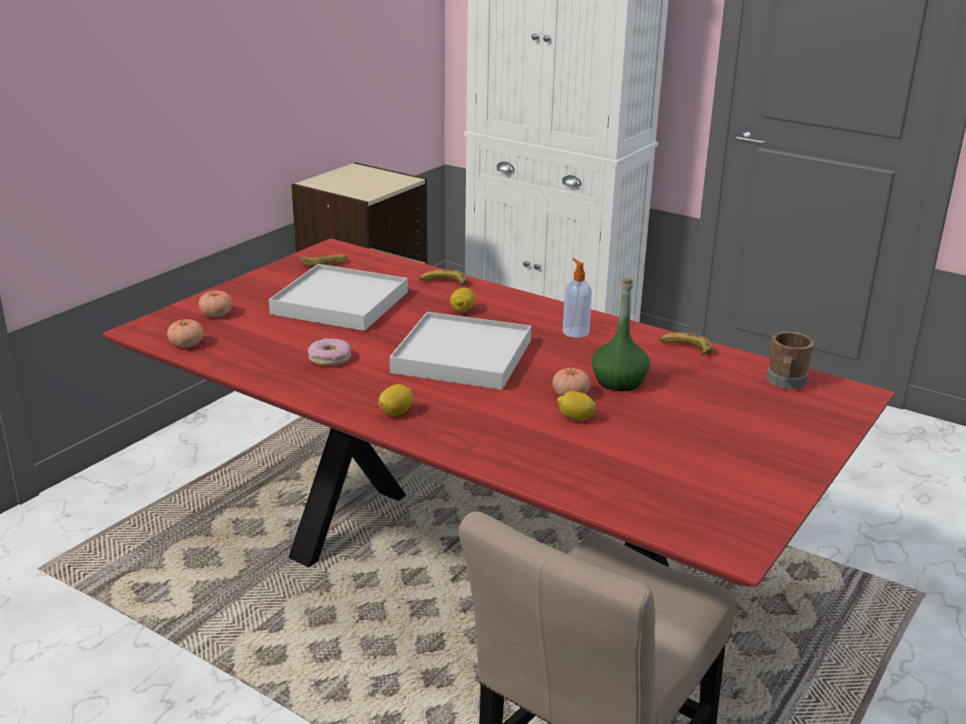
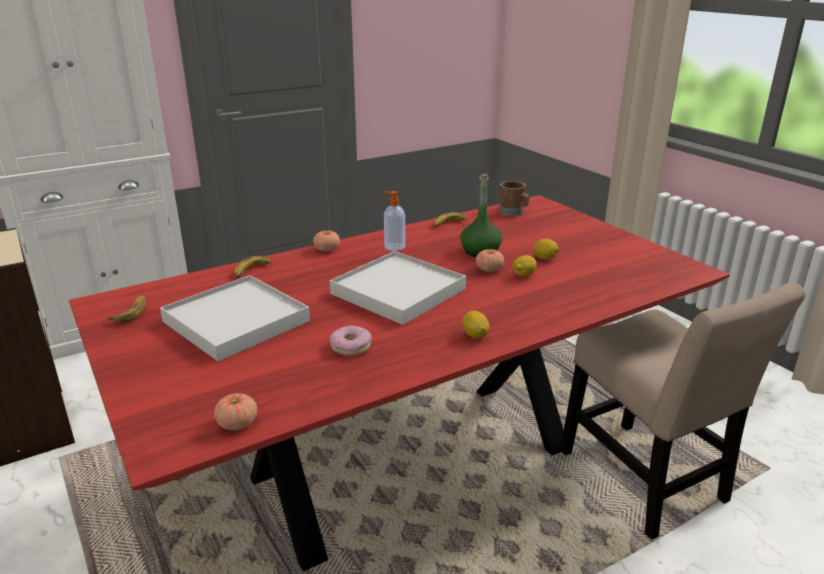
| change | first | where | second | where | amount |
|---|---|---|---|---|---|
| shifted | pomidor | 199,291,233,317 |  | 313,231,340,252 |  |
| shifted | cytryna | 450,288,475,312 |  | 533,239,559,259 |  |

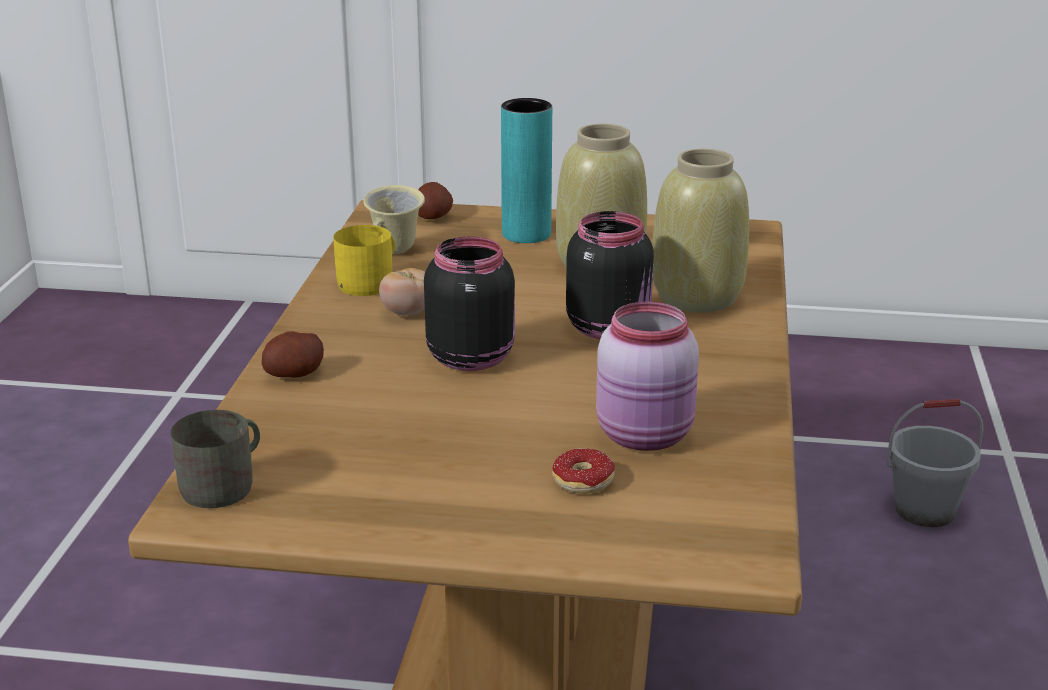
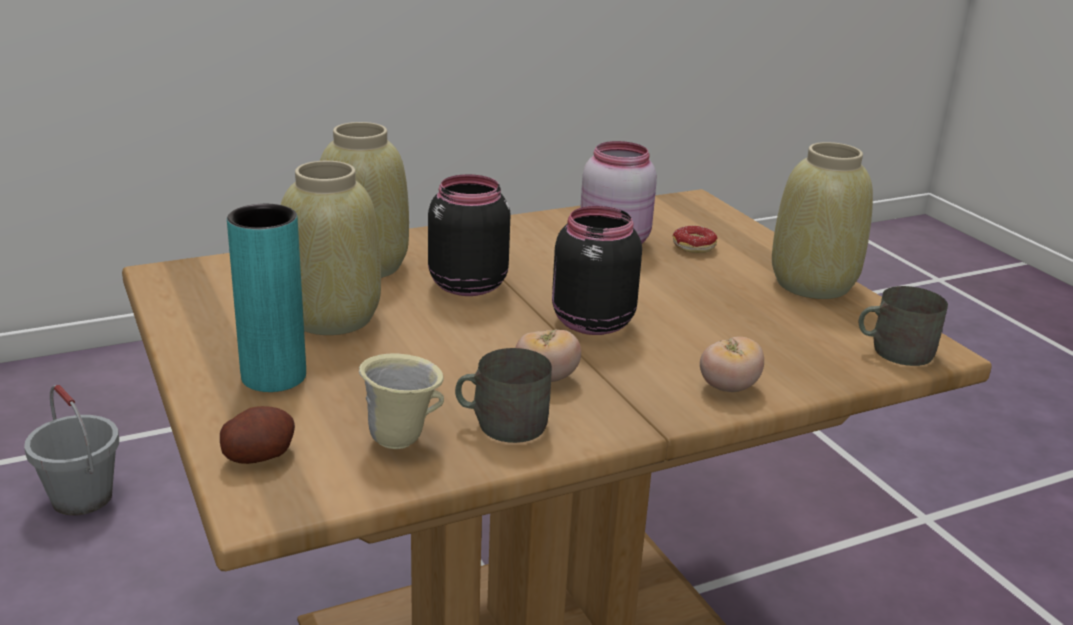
| change | first | where | second | where | amount |
|---|---|---|---|---|---|
| repainted | kubek [żółty] | 333,225,395,296 | kubek [szary] | 455,348,552,443 |  |
| swapped | ziemniak | 262,331,324,378 | pomidor | 700,337,764,392 |  |
| new |  |  | wazon [beżowy] | 772,142,873,299 |  |

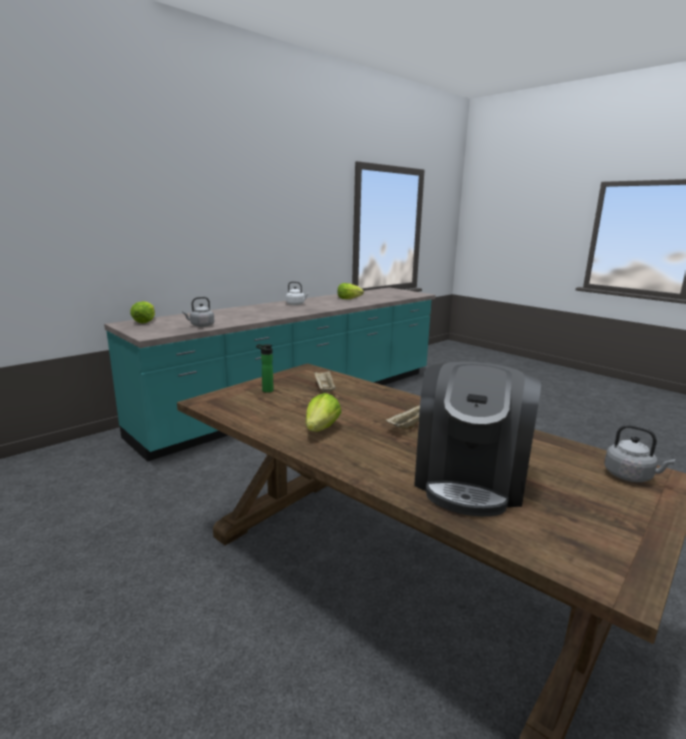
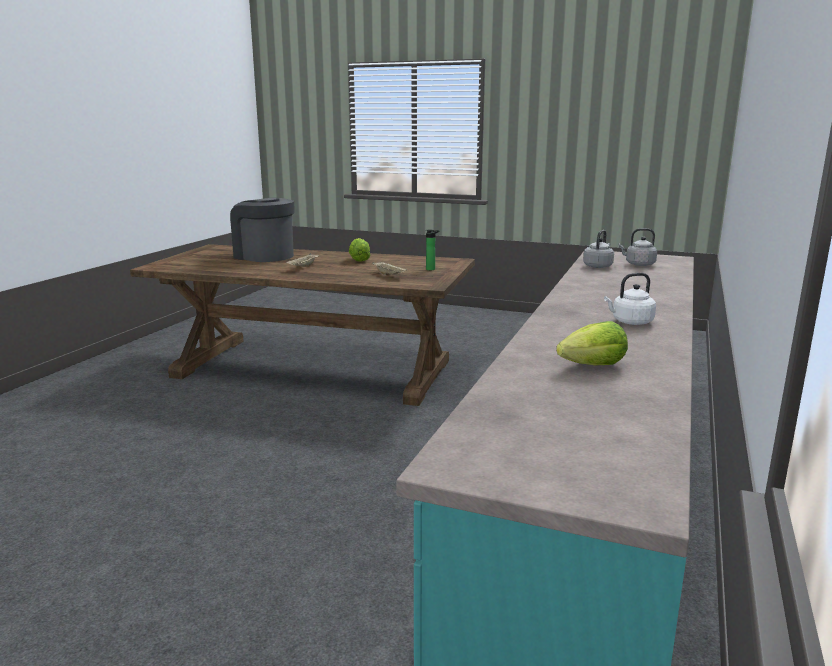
| change | first | where | second | where | amount |
|---|---|---|---|---|---|
| rotated | ekspres do kawy | 414,362,541,516 |  | 230,198,294,262 | 45 degrees counterclockwise |
| shifted | czajnik [szary] | 604,425,675,482 |  | 618,228,657,266 |  |
| gone | sałata | 130,301,155,323 |  |  |  |

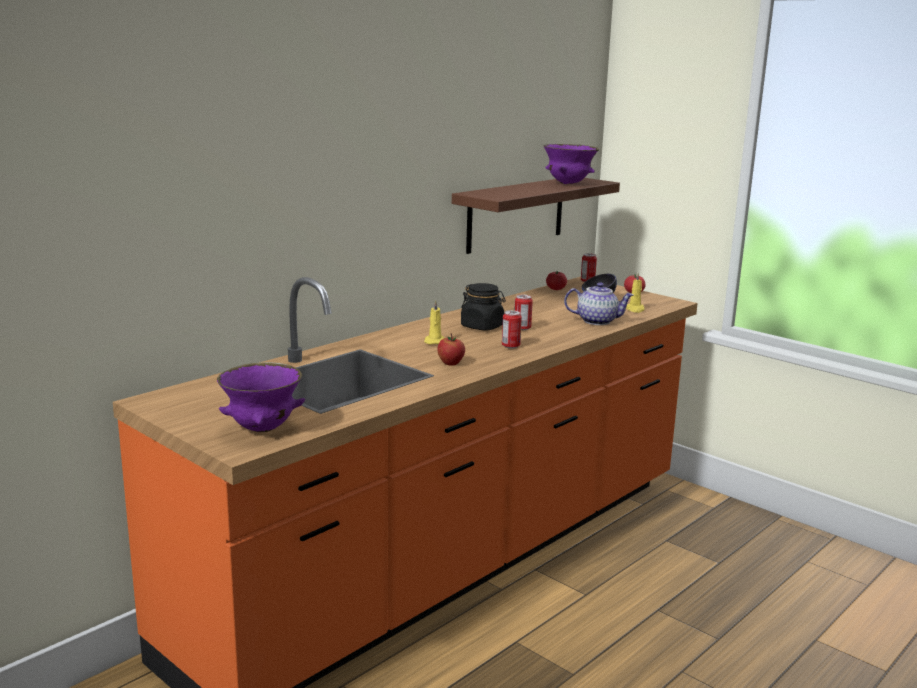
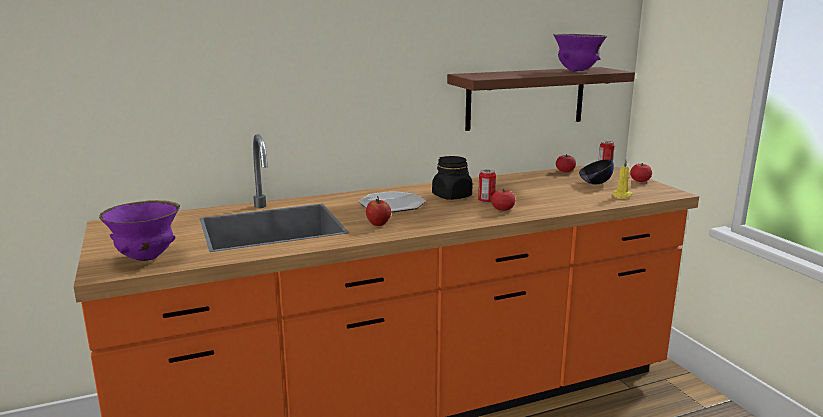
| change | first | where | second | where | amount |
|---|---|---|---|---|---|
| swapped | świeca [żółty] | 424,301,445,345 | talerz | 359,191,426,212 |  |
| new |  |  | pomidor | 491,189,515,211 |  |
| gone | puszka | 502,310,522,349 |  |  |  |
| gone | imbryk | 564,282,634,325 |  |  |  |

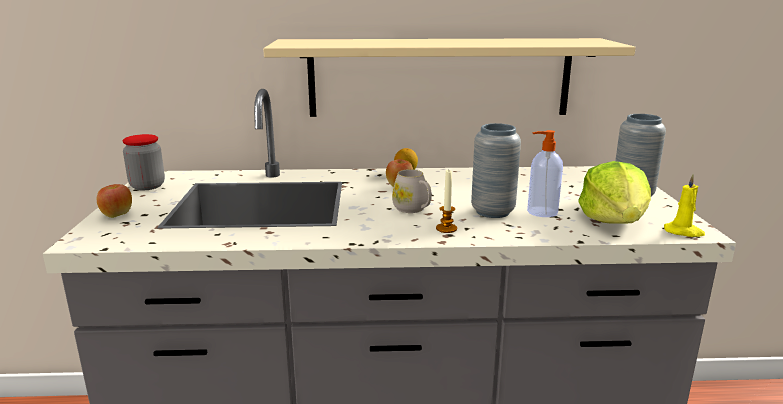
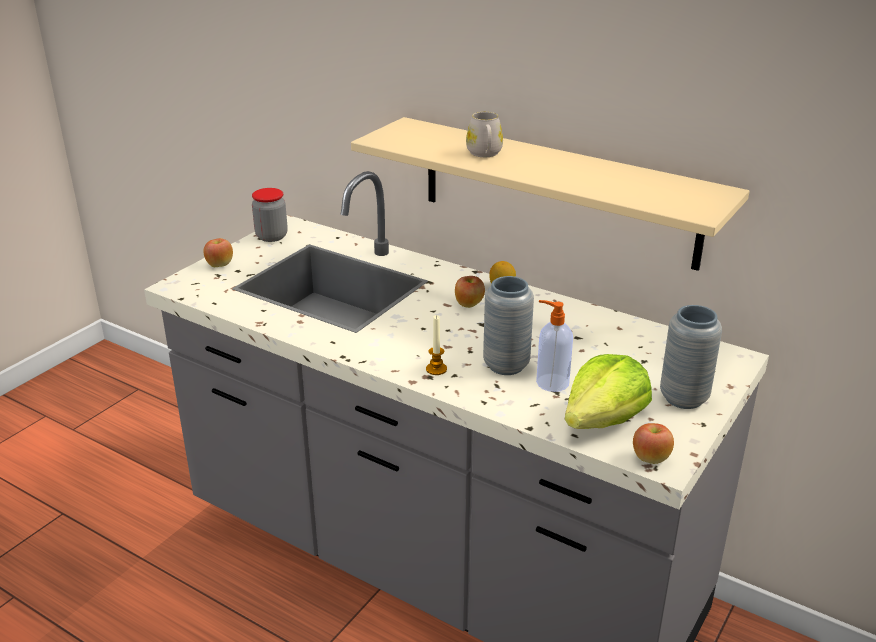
| change | first | where | second | where | amount |
|---|---|---|---|---|---|
| shifted | kubek [biały] | 392,169,432,213 |  | 466,112,503,157 |  |
| swapped | świeca [żółty] | 664,174,705,237 | jabłko | 633,423,674,464 |  |

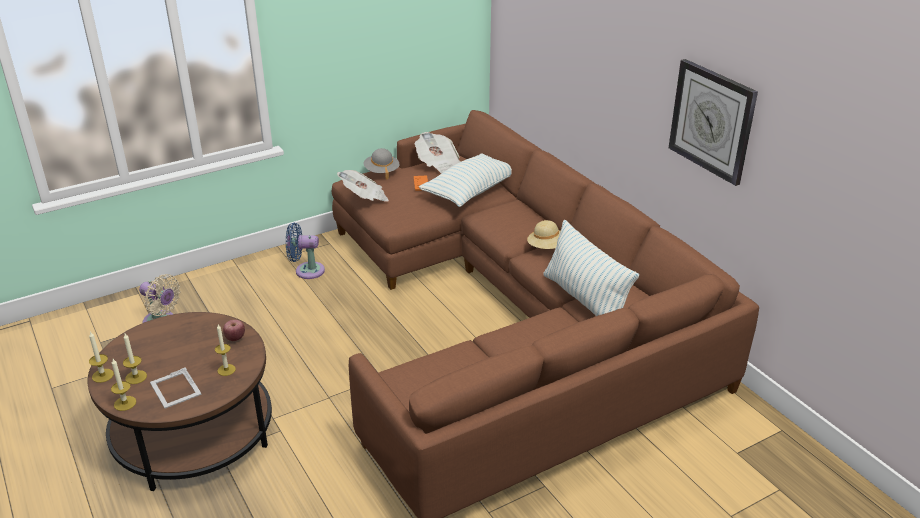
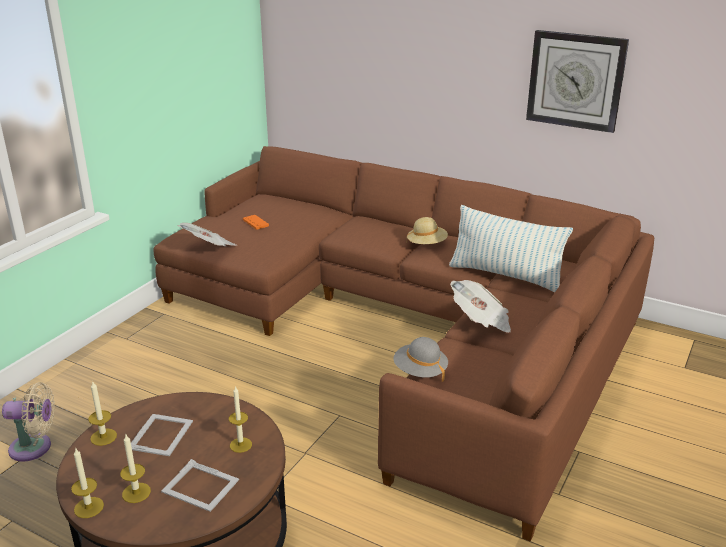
| change | first | where | second | where | amount |
|---|---|---|---|---|---|
| shifted | świeca | 111,359,136,411 |  | 88,382,117,446 |  |
| new |  |  | ramka na zdjęcie | 131,414,193,456 |  |
| shifted | kapelusz [szary] | 364,148,399,180 |  | 393,337,448,382 |  |
| shifted | gazeta | 415,132,461,174 |  | 450,280,511,333 |  |
| gone | jabłko | 223,320,245,341 |  |  |  |
| gone | wentylator [niebieski] | 286,223,325,279 |  |  |  |
| gone | poduszka | 419,153,512,207 |  |  |  |

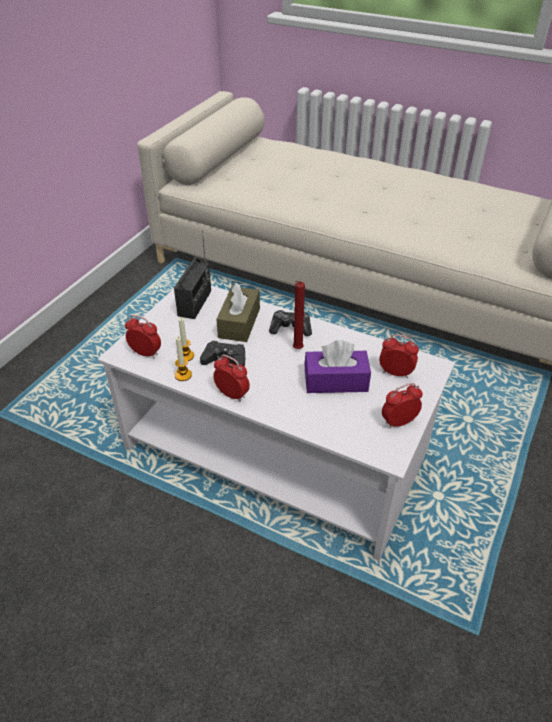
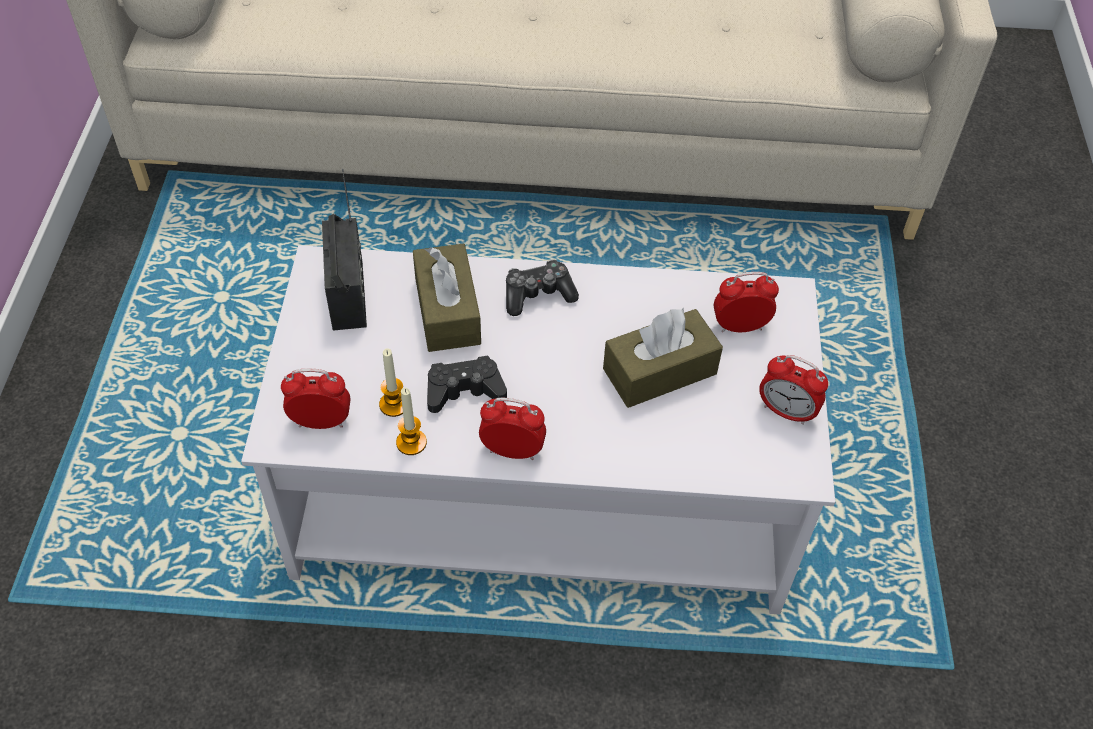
| change | first | where | second | where | amount |
|---|---|---|---|---|---|
| repainted | pudełko chusteczek [fioletowy] | 304,340,371,393 | pudełko chusteczek [brązowy] | 603,307,723,408 |  |
| rotated | budzik | 382,383,423,429 |  | 759,355,828,425 | 105 degrees counterclockwise |
| gone | świeca [czerwony] | 293,281,305,349 |  |  |  |

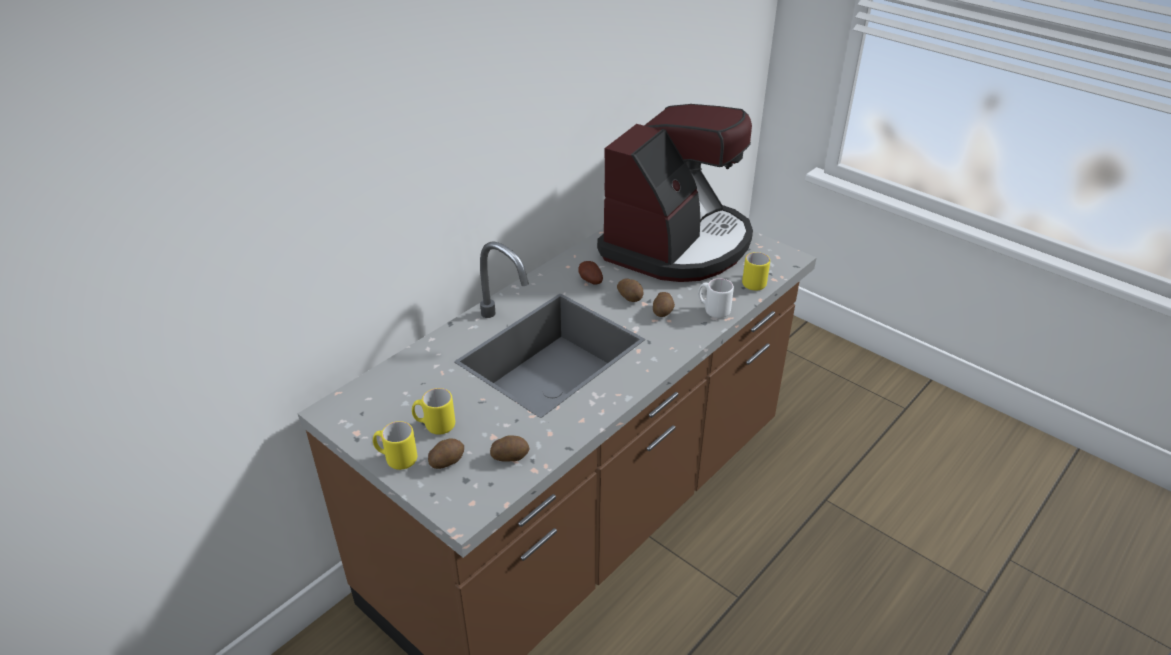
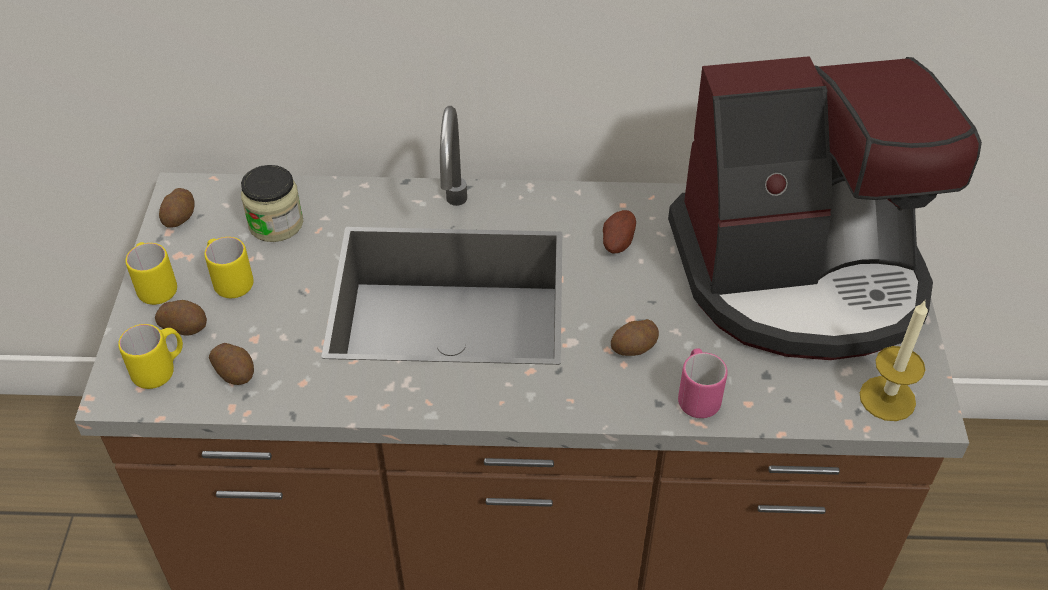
| change | first | where | second | where | amount |
|---|---|---|---|---|---|
| shifted | kubek [żółty] | 742,252,770,291 |  | 118,324,183,389 |  |
| shifted | ziemniak | 617,278,644,302 |  | 159,188,195,227 |  |
| new |  |  | słoik | 241,165,303,242 |  |
| repainted | kubek [biały] | 698,278,734,318 | kubek [różowy] | 678,348,728,418 |  |
| new |  |  | świeca | 859,301,928,421 |  |

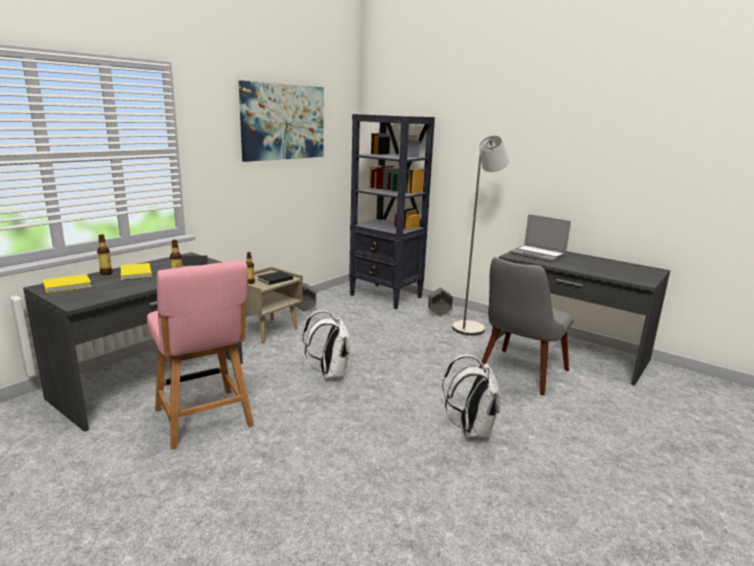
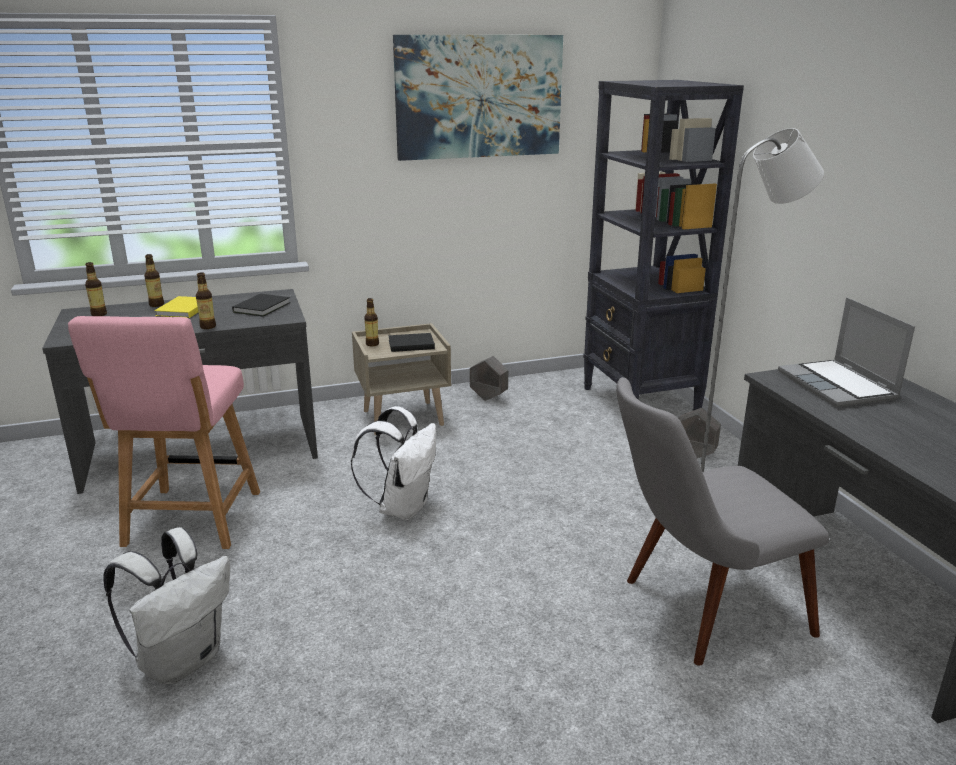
| change | first | where | second | where | amount |
|---|---|---|---|---|---|
| swapped | książka [żółty] | 43,274,92,293 | butelka | 85,262,107,316 |  |
| shifted | plecak [biały] | 442,354,501,440 |  | 104,527,230,685 |  |

